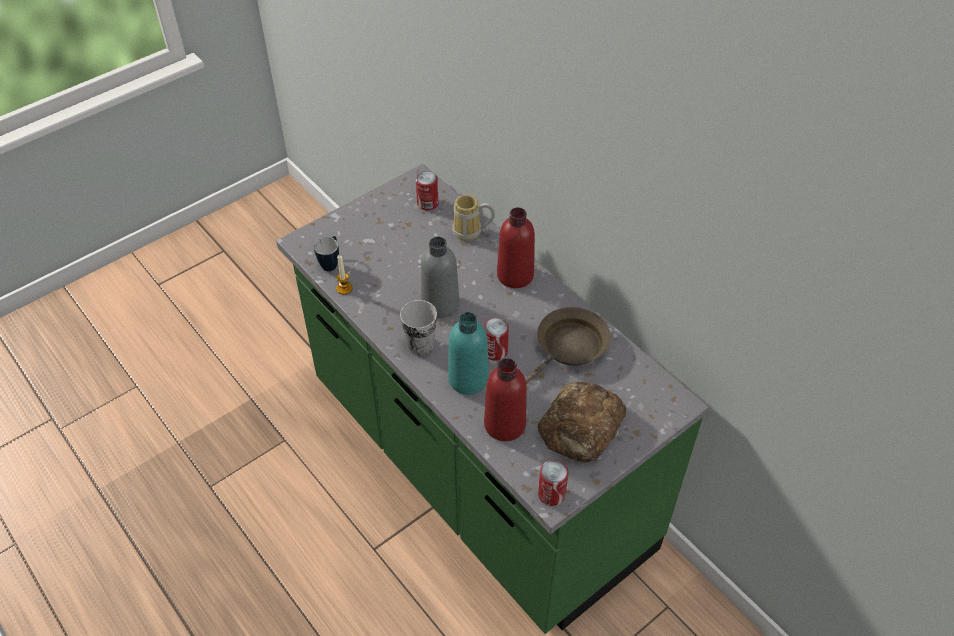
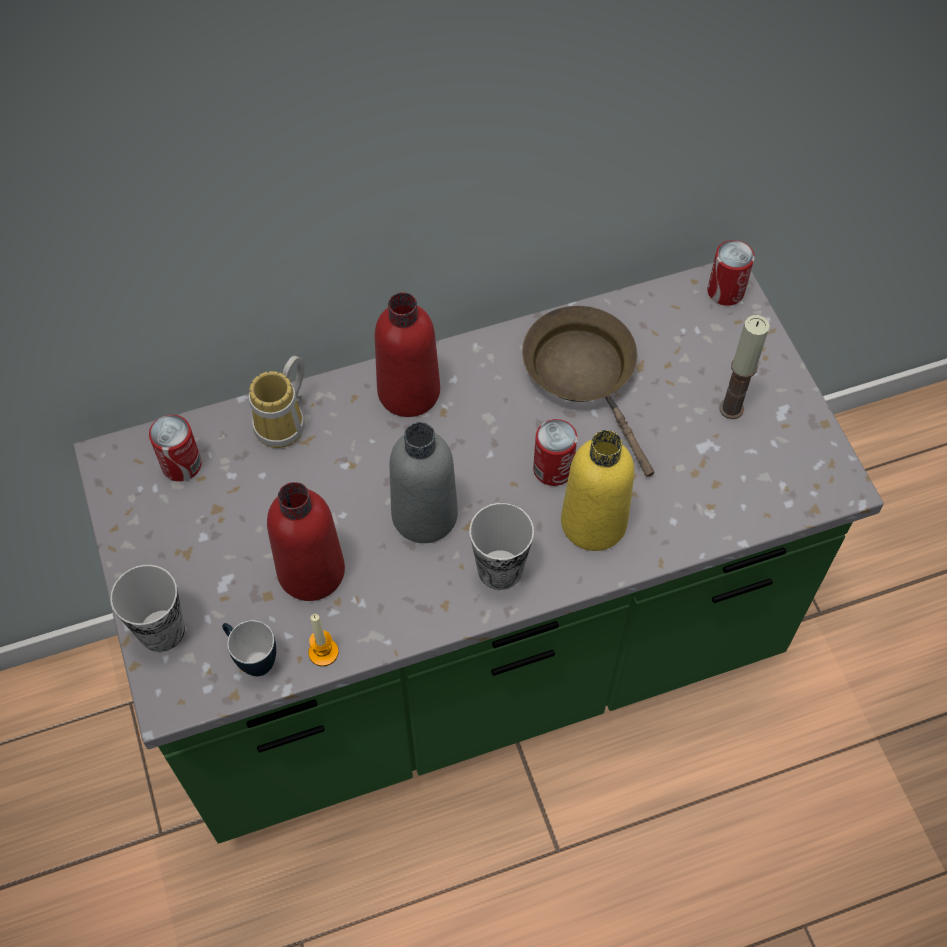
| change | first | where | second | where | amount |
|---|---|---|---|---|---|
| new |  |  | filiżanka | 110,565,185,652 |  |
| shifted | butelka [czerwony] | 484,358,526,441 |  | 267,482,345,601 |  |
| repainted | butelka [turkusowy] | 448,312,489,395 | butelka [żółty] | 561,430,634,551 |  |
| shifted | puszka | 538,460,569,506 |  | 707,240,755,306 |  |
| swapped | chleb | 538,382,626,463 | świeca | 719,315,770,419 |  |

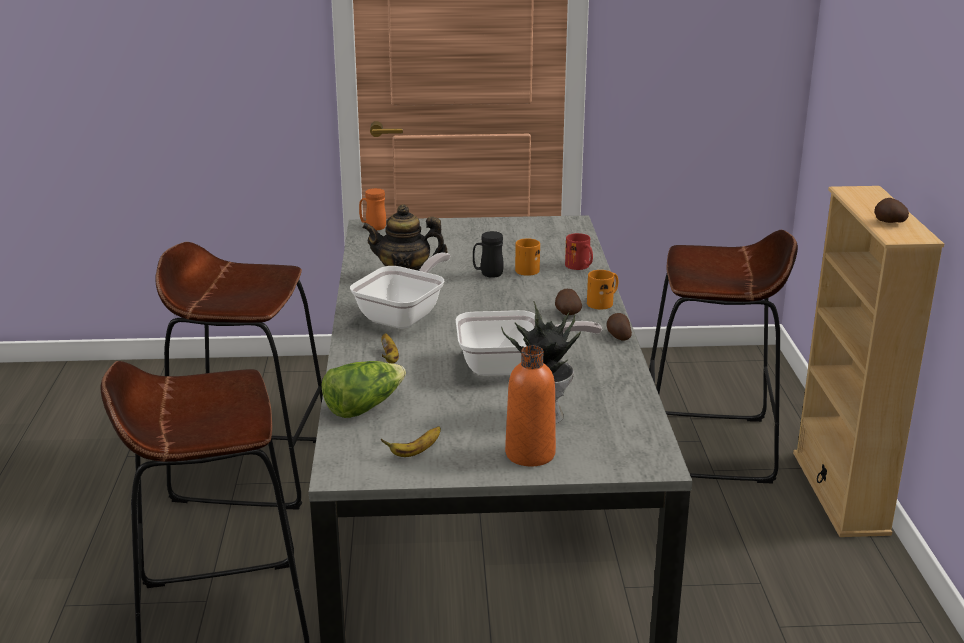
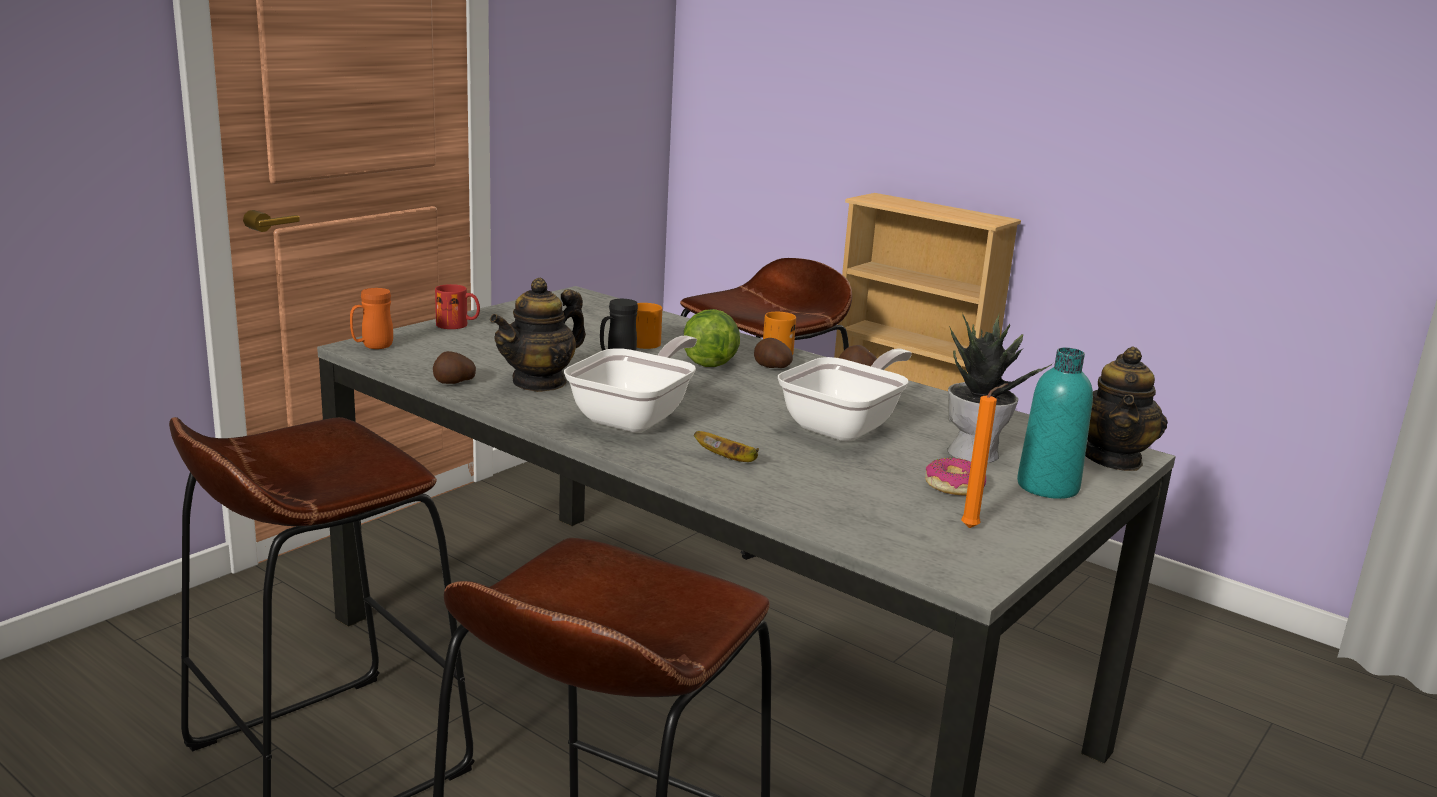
| change | first | where | second | where | amount |
|---|---|---|---|---|---|
| shifted | ziemniak | 875,198,909,223 |  | 433,351,476,384 |  |
| shifted | kubek [czerwony] | 565,233,593,270 |  | 435,284,480,329 |  |
| rotated | patelnia | 350,252,451,329 |  | 564,336,697,433 | 45 degrees clockwise |
| shifted | sałata | 321,361,406,418 |  | 684,309,740,367 |  |
| new |  |  | donut | 925,458,986,495 |  |
| swapped | banan | 381,426,441,457 | świeca [pomarańczowy] | 961,383,1007,528 |  |
| repainted | butelka [pomarańczowy] | 505,346,556,466 | butelka [turkusowy] | 1017,348,1093,499 |  |
| new |  |  | imbryk | 1085,346,1168,471 |  |

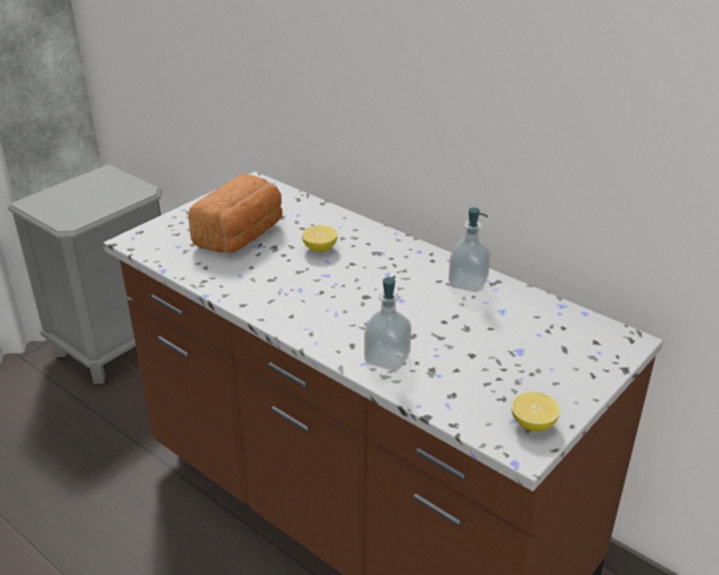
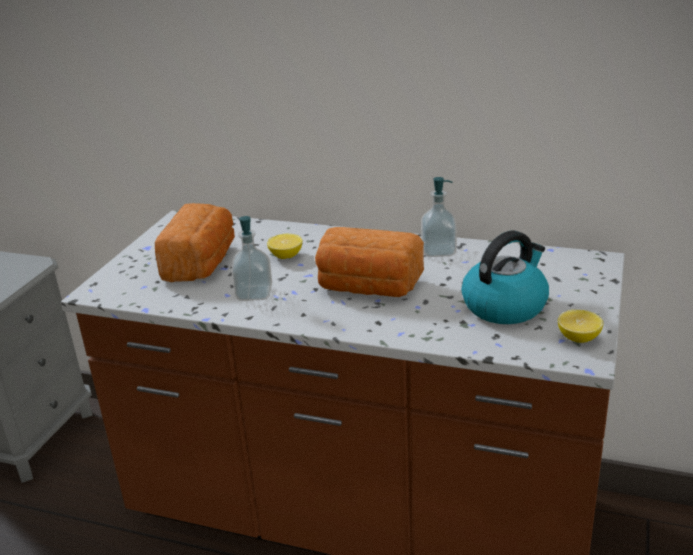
| change | first | where | second | where | amount |
|---|---|---|---|---|---|
| shifted | dozownik mydła | 364,276,411,371 |  | 231,216,272,301 |  |
| new |  |  | chleb | 315,227,424,297 |  |
| new |  |  | czajnik | 461,230,549,324 |  |

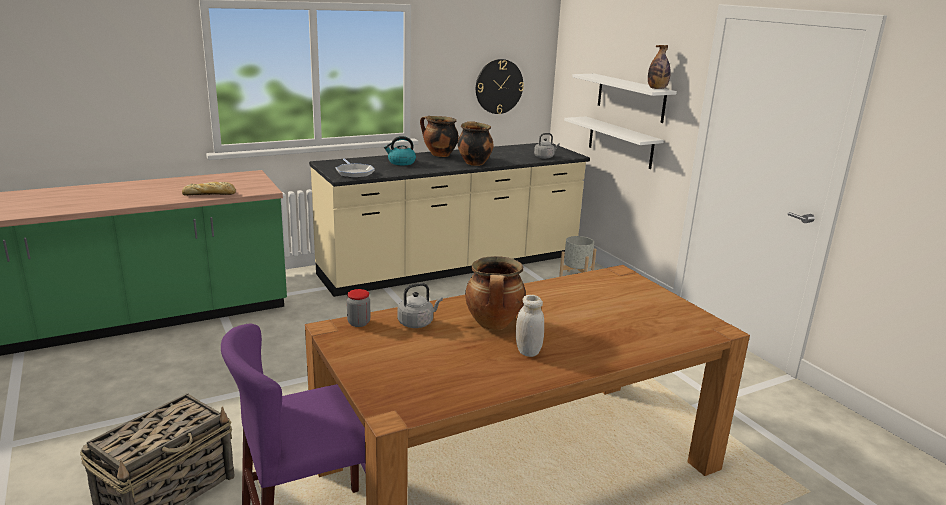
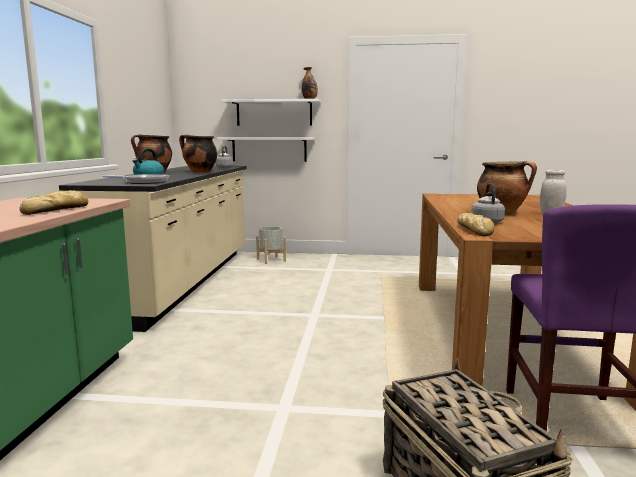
| change | first | where | second | where | amount |
|---|---|---|---|---|---|
| swapped | słoik | 347,289,370,327 | chleb | 457,213,494,236 |  |
| gone | zegar ścienny | 476,59,524,114 |  |  |  |

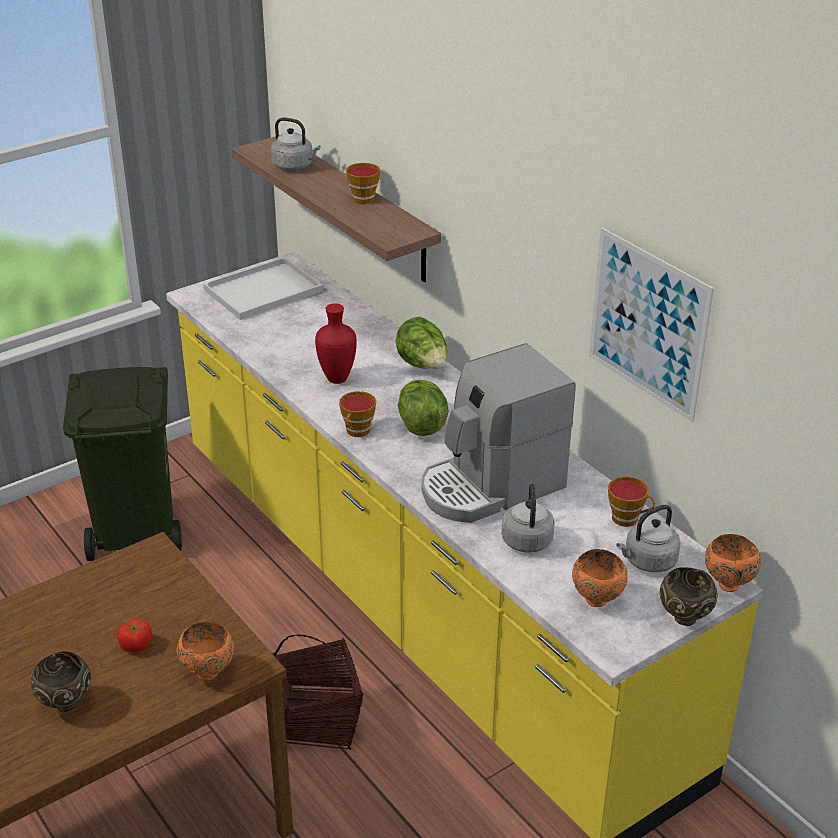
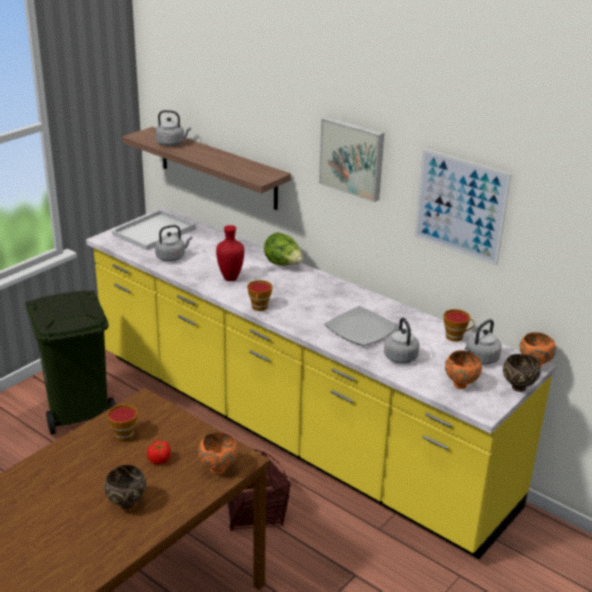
| change | first | where | second | where | amount |
|---|---|---|---|---|---|
| shifted | filiżanka | 346,163,380,204 |  | 107,404,138,442 |  |
| new |  |  | czajnik [szary] | 155,225,192,262 |  |
| new |  |  | obraz | 319,117,384,202 |  |
| swapped | ekspres do kawy | 421,343,576,523 | talerz | 325,306,395,346 |  |
| gone | sałata | 398,379,449,436 |  |  |  |

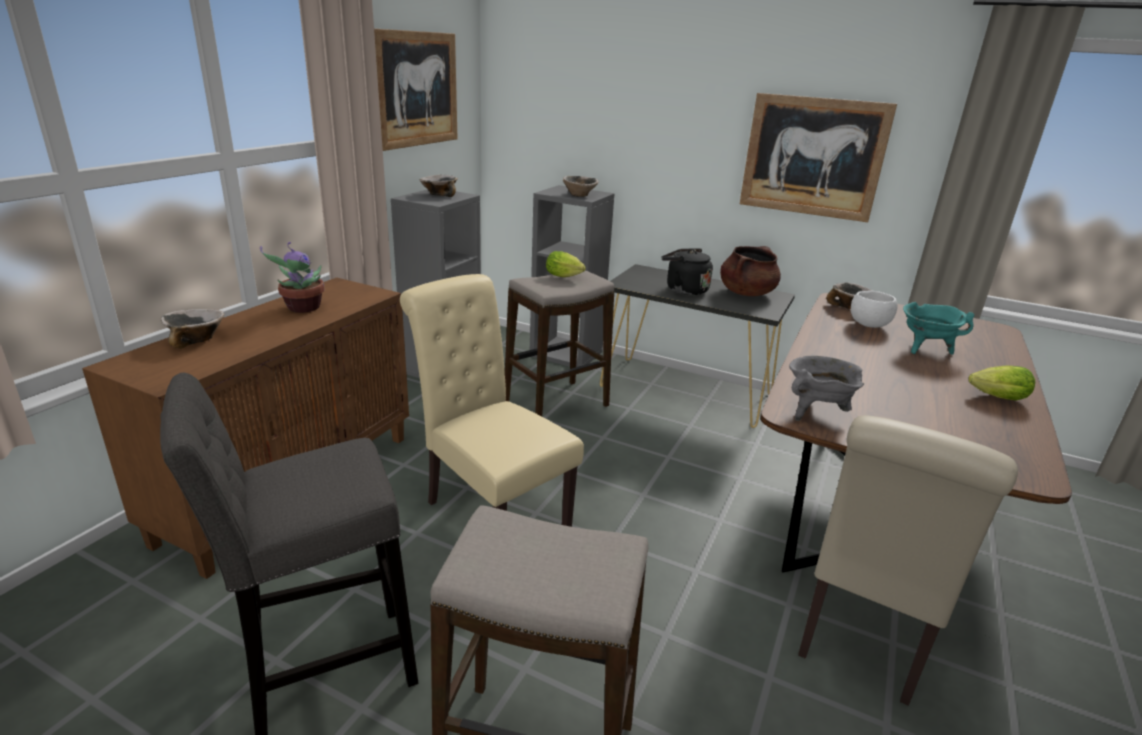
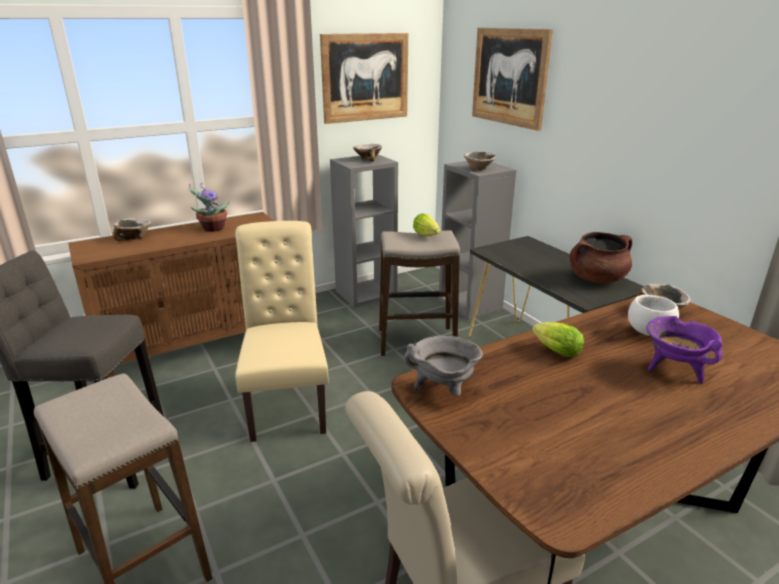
| change | first | where | second | where | amount |
|---|---|---|---|---|---|
| shifted | obraz | 740,93,897,222 |  | 472,28,553,131 |  |
| shifted | sałata | 968,365,1035,401 |  | 532,322,584,357 |  |
| repainted | garnek [turkusowy] | 903,302,974,354 | garnek [fioletowy] | 646,316,722,384 |  |
| gone | czajnik [czarny] | 662,248,713,295 |  |  |  |

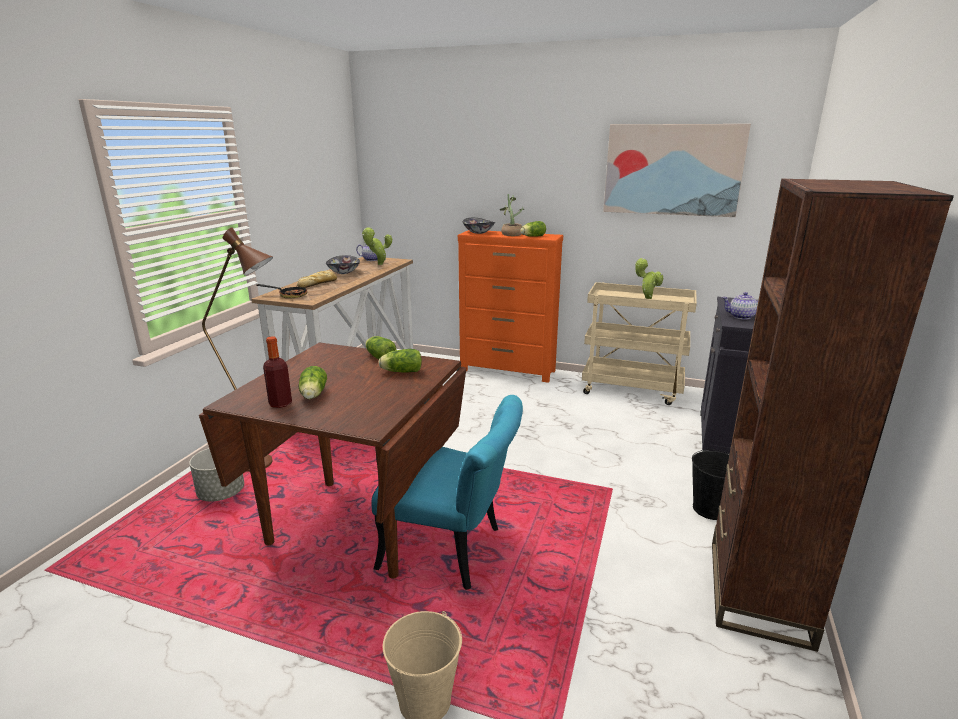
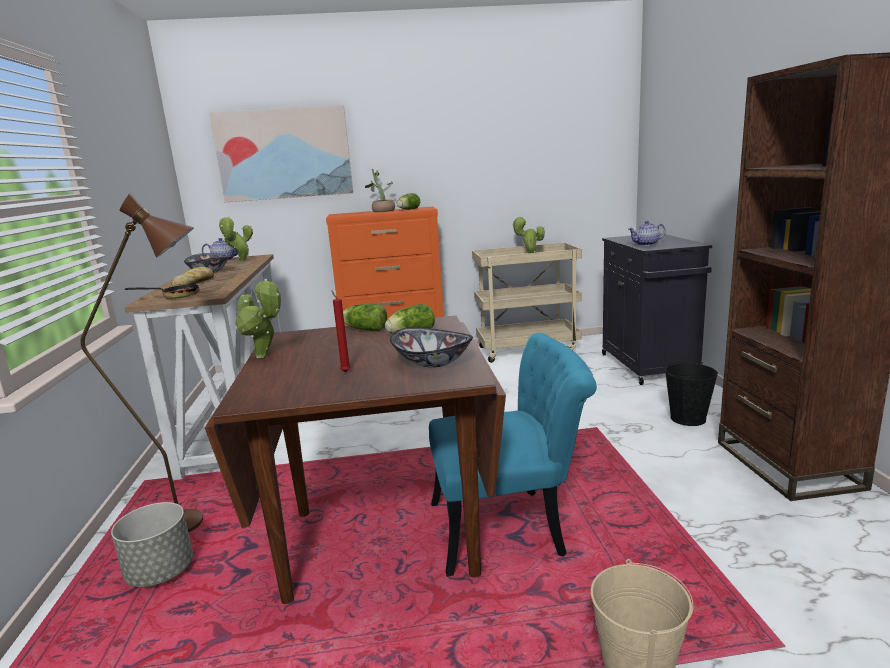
| change | first | where | second | where | amount |
|---|---|---|---|---|---|
| shifted | obraz | 603,124,751,217 |  | 209,105,353,202 |  |
| new |  |  | roślina doniczkowa | 235,279,281,358 |  |
| swapped | sałata | 299,366,327,399 | świeca [czerwony] | 332,291,351,372 |  |
| shifted | miska | 462,218,495,234 |  | 390,327,473,367 |  |
| gone | butelka | 263,336,292,408 |  |  |  |

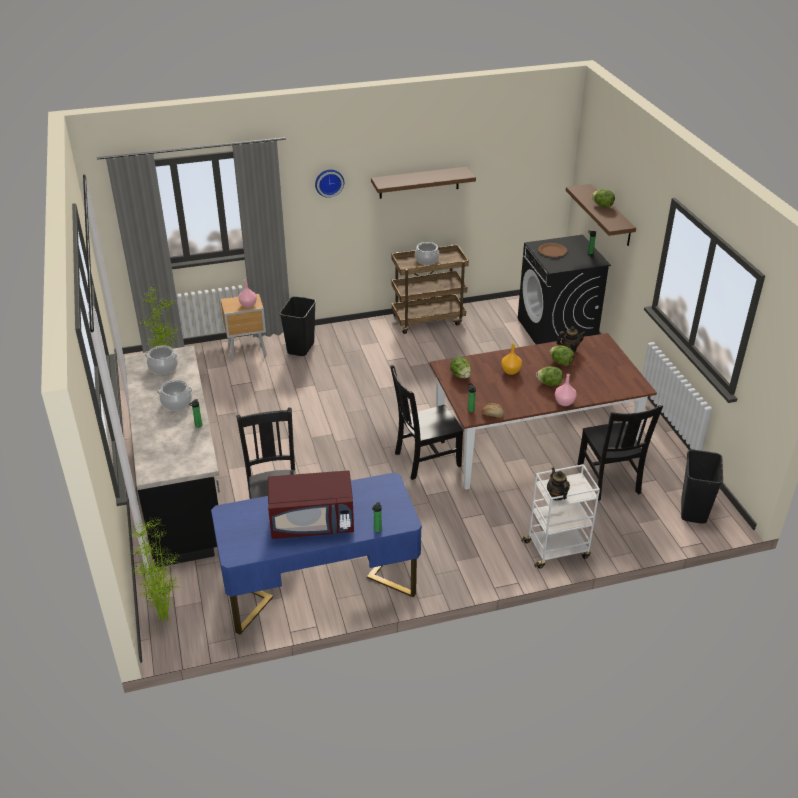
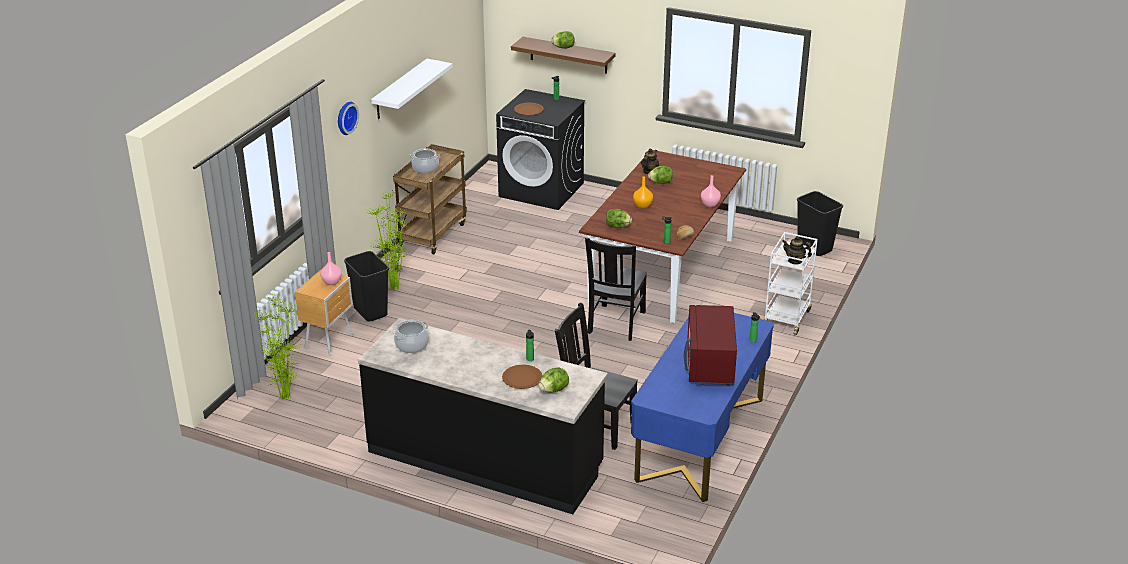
| change | first | where | second | where | amount |
|---|---|---|---|---|---|
| shifted | roślina doniczkowa | 129,519,184,622 |  | 367,192,408,291 |  |
| repainted | półka [brązowy] | 371,167,476,199 | półka [biały] | 371,59,453,119 |  |
| new |  |  | talerz [brązowy] | 502,365,542,389 |  |
| shifted | sałata | 536,367,563,386 |  | 539,368,569,393 |  |
| rotated | mikrofalówka [czerwony] | 268,471,354,539 |  | 684,305,737,386 | 150 degrees clockwise |
| gone | garnek | 157,380,193,411 |  |  |  |
| gone | krzesło [czarny] | 577,405,663,501 |  |  |  |

